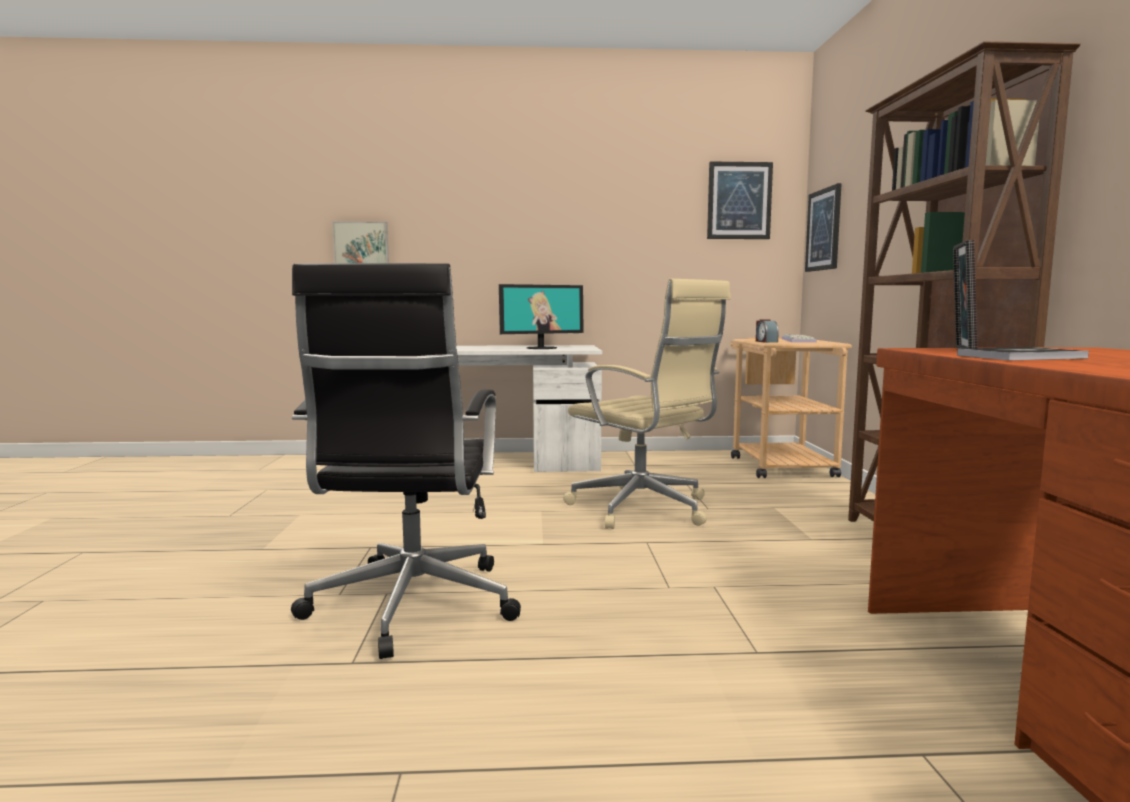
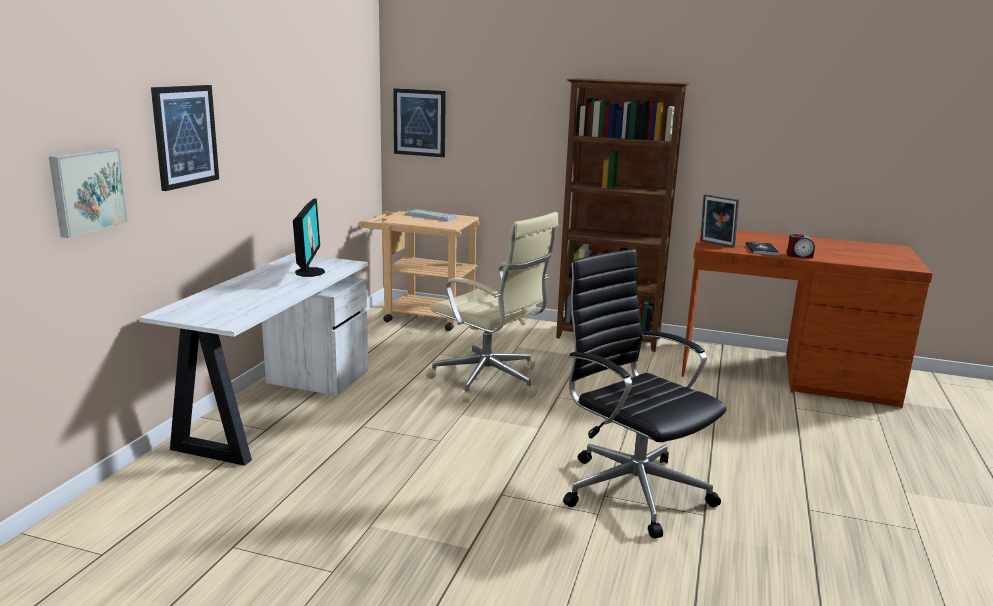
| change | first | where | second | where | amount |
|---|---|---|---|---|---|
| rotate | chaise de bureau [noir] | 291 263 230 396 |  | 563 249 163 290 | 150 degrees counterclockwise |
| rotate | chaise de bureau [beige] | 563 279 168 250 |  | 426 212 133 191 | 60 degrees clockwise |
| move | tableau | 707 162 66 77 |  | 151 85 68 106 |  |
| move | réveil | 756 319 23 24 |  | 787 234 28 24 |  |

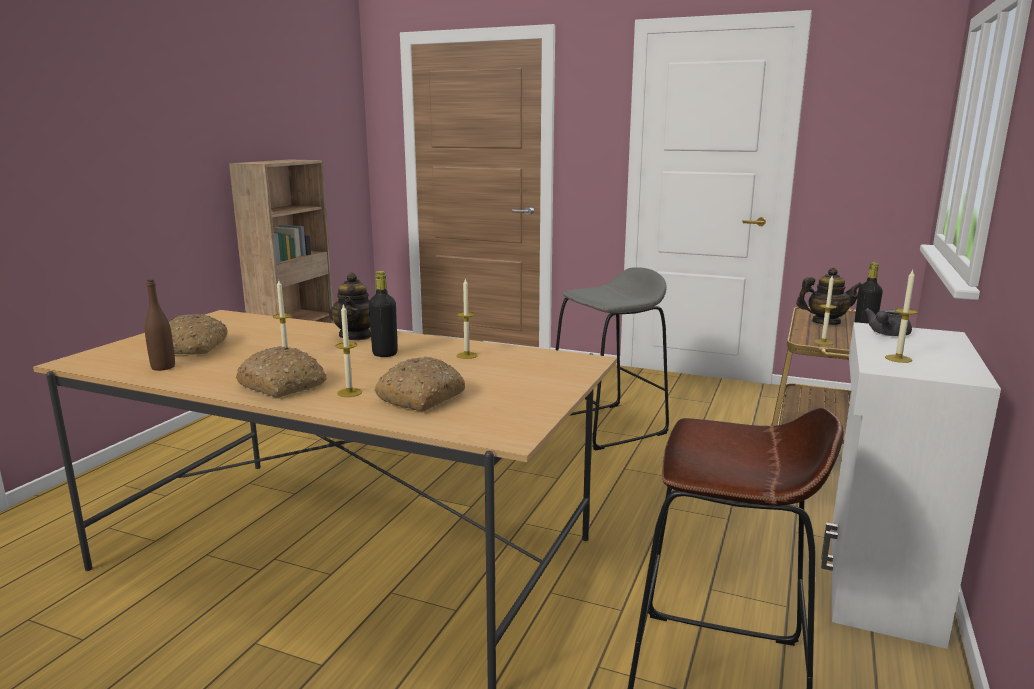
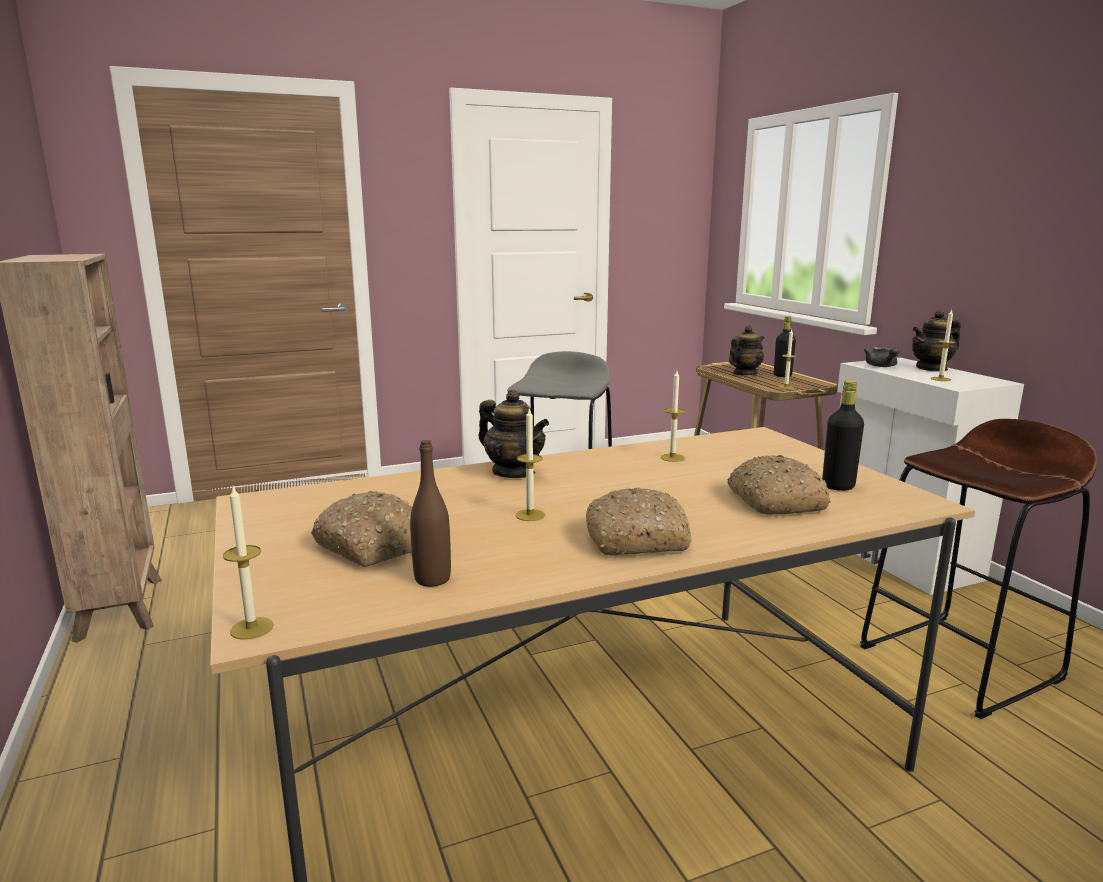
| change | first | where | second | where | amount |
|---|---|---|---|---|---|
| move | bougie | 335 304 27 93 |  | 223 486 51 154 |  |
| move | bouteille [noir] | 369 271 29 86 |  | 822 380 42 111 |  |
| insert |  |  | théière | 912 310 49 62 |  |

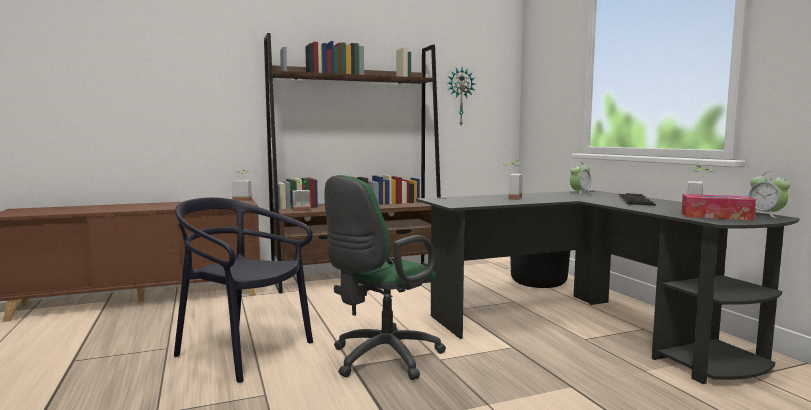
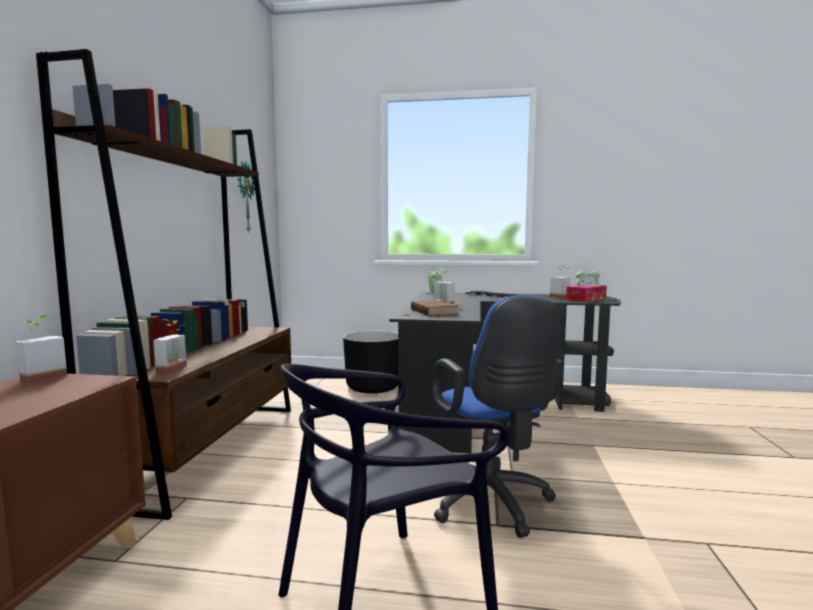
| change | first | where | second | where | amount |
|---|---|---|---|---|---|
| recolor | chaise de bureau [vert] | 324 175 122 205 | chaise de bureau [bleu] | 431 296 132 242 |  |
| insert |  |  | livre [marron] | 411 300 48 17 |  |

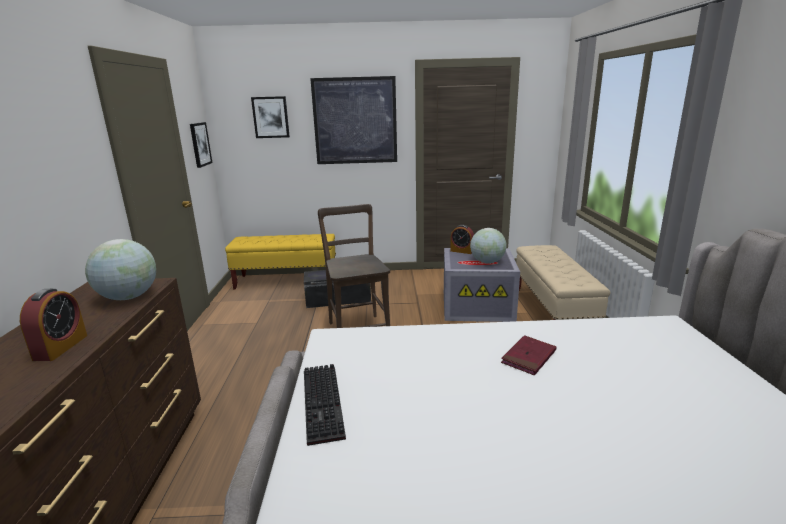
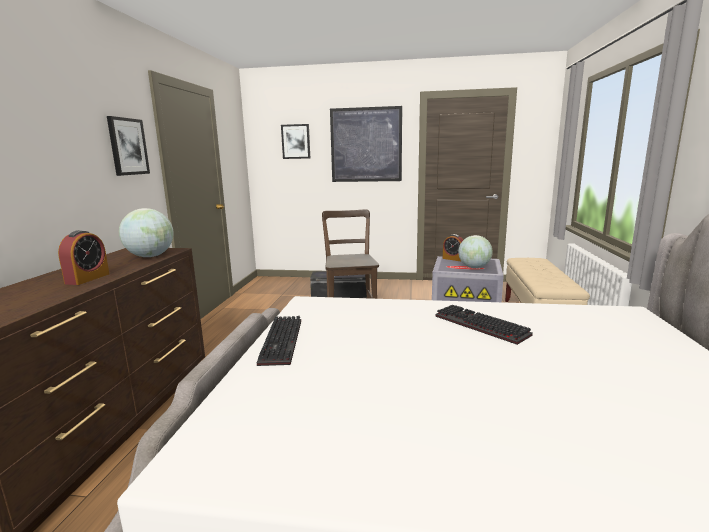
| change | first | where | second | where | amount |
|---|---|---|---|---|---|
| move | tableau | 190 122 22 46 |  | 107 116 43 60 |  |
| delete | banc [jaune] | 225 234 111 55 |  |  |  |
| replace | livre [rouge] | 501 335 55 40 | clavier | 436 305 97 40 |  |

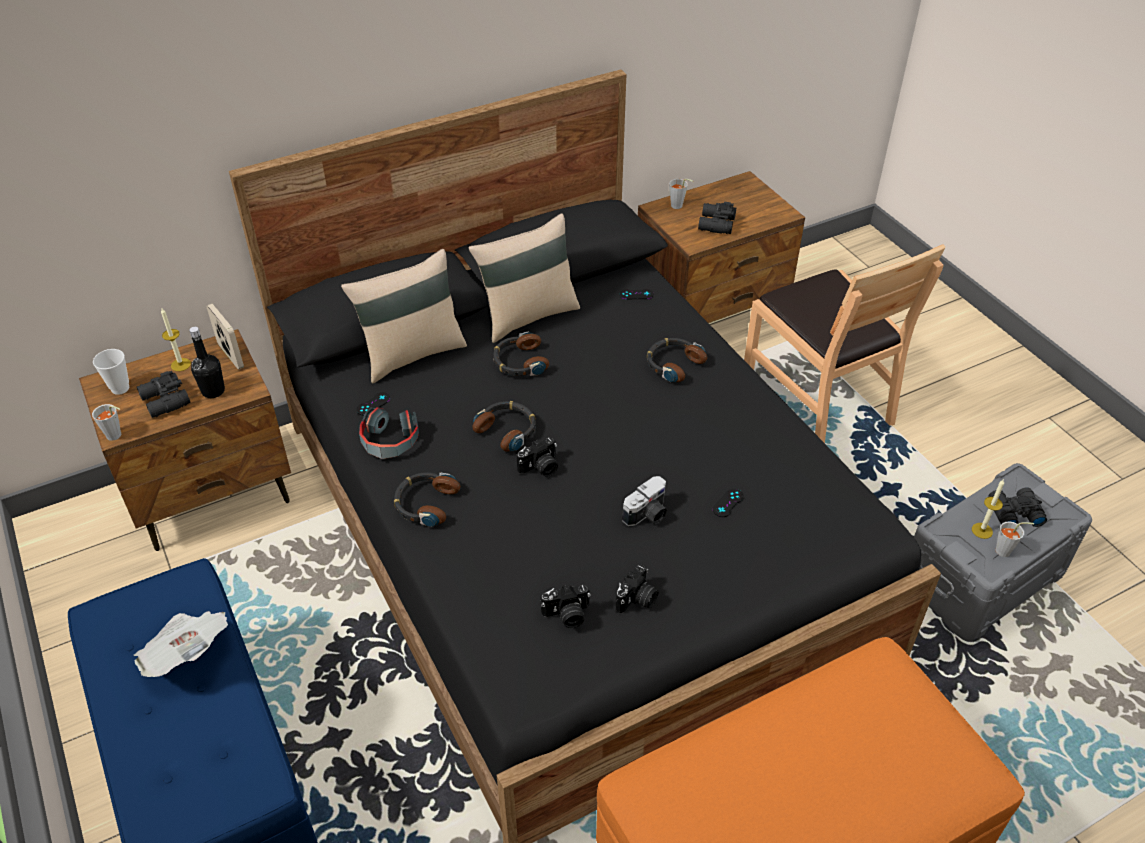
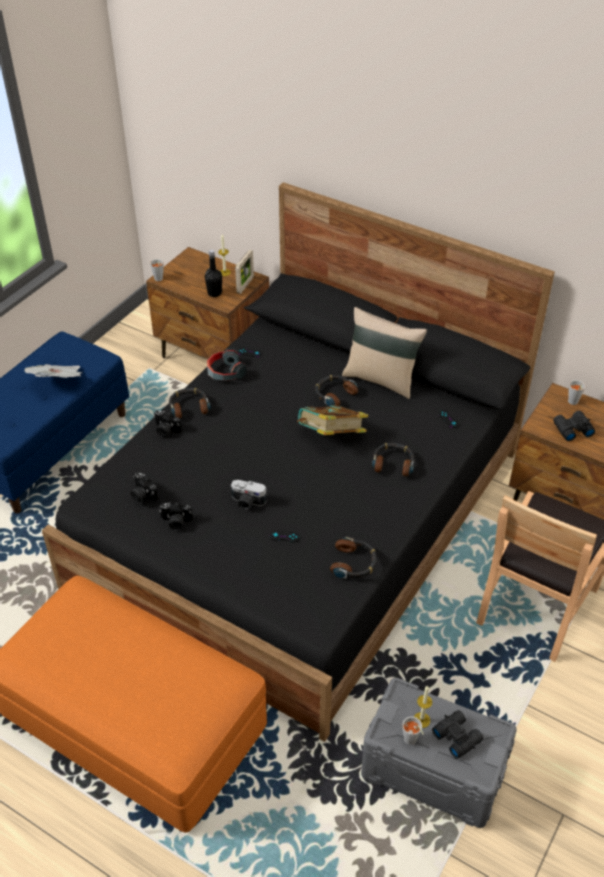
| change | first | where | second | where | amount |
|---|---|---|---|---|---|
| delete | tasse | 93 349 36 46 |  |  |  |
| delete | jumelles [noir] | 137 371 54 47 |  |  |  |
| delete | coussin [beige] | 341 249 126 134 |  |  |  |
| move | casque audio | 472 401 64 50 |  | 330 537 47 42 |  |
| move | appareil photo | 517 438 41 39 |  | 154 411 28 26 |  |
| insert |  |  | livre | 297 405 71 30 |  |

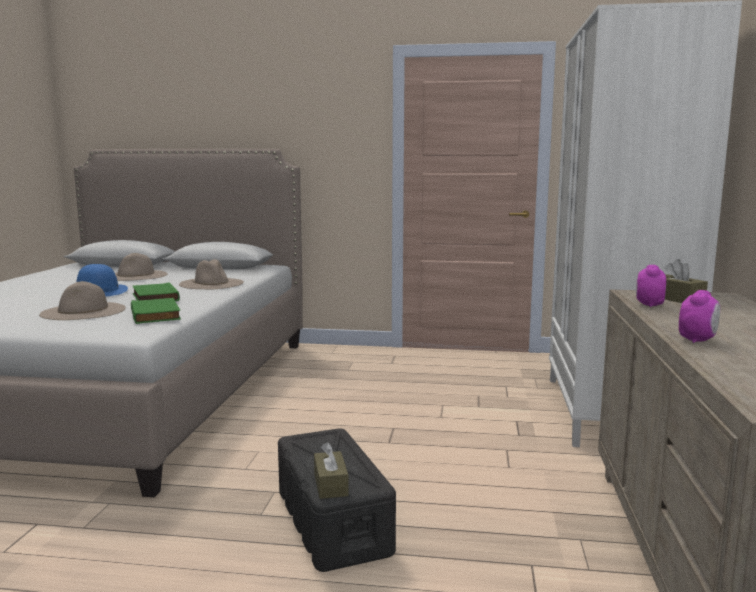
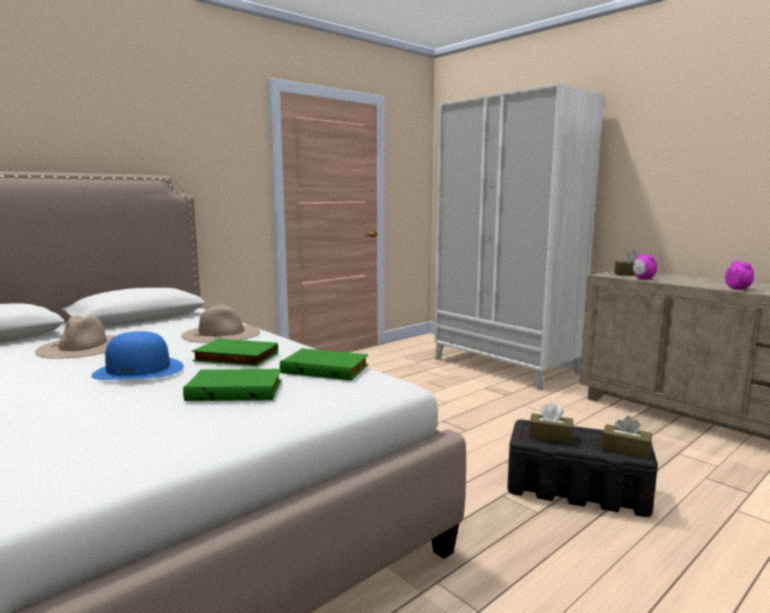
| change | first | where | second | where | amount |
|---|---|---|---|---|---|
| replace | chapeau [beige] | 39 281 87 39 | livre [vert] | 183 369 99 32 |  |
| insert |  |  | boîte à mouchoirs [marron] | 529 403 44 41 |  |

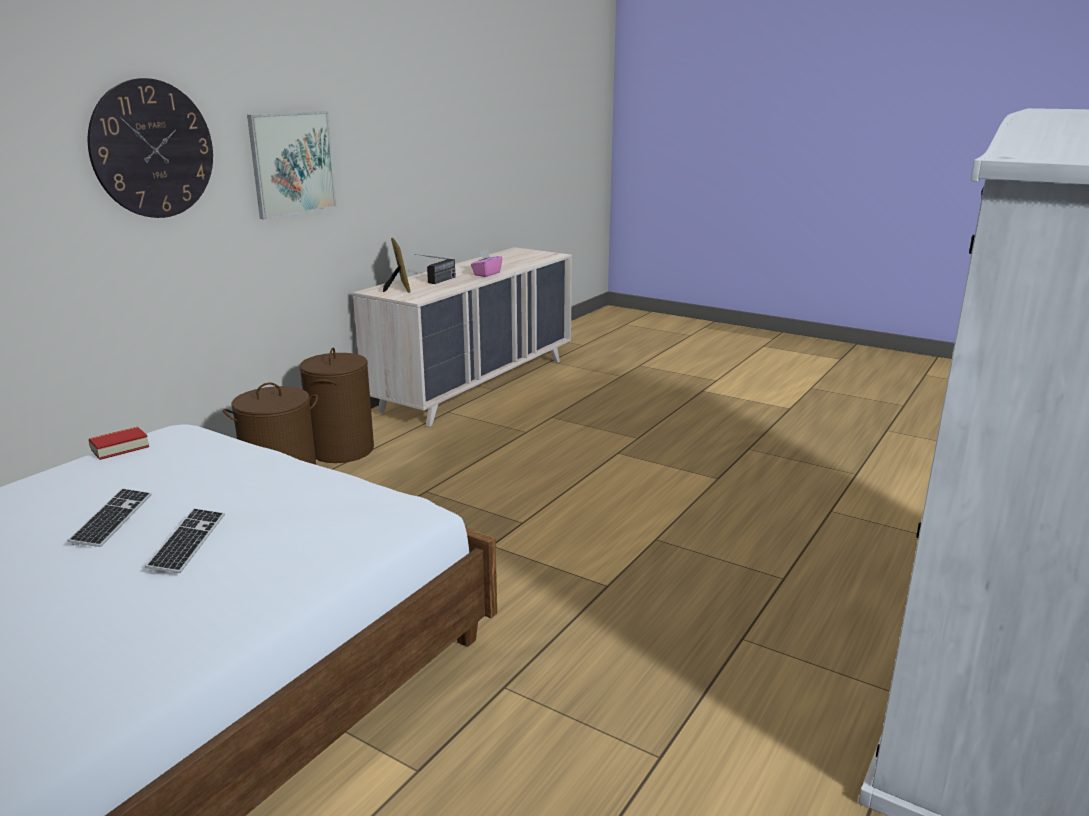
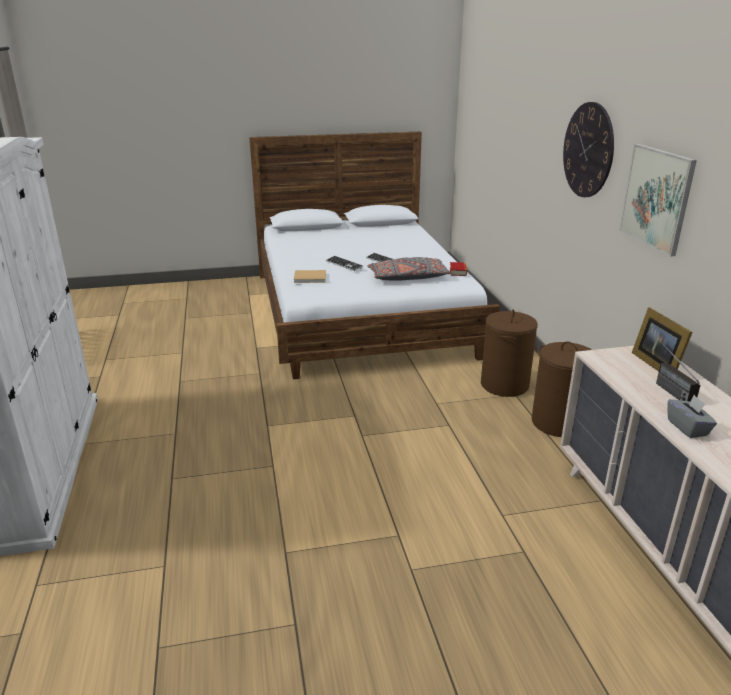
| change | first | where | second | where | amount |
|---|---|---|---|---|---|
| rotate | cadre photo | 383 238 28 55 |  | 632 307 60 65 | 45 degrees clockwise |
| recolor | boîte à mouchoirs [rose] | 471 250 31 27 | boîte à mouchoirs [gris] | 667 395 50 43 |  |
| insert |  |  | livre [beige] | 294 270 32 13 |  |
| insert |  |  | coussin [gris] | 367 257 84 24 |  |

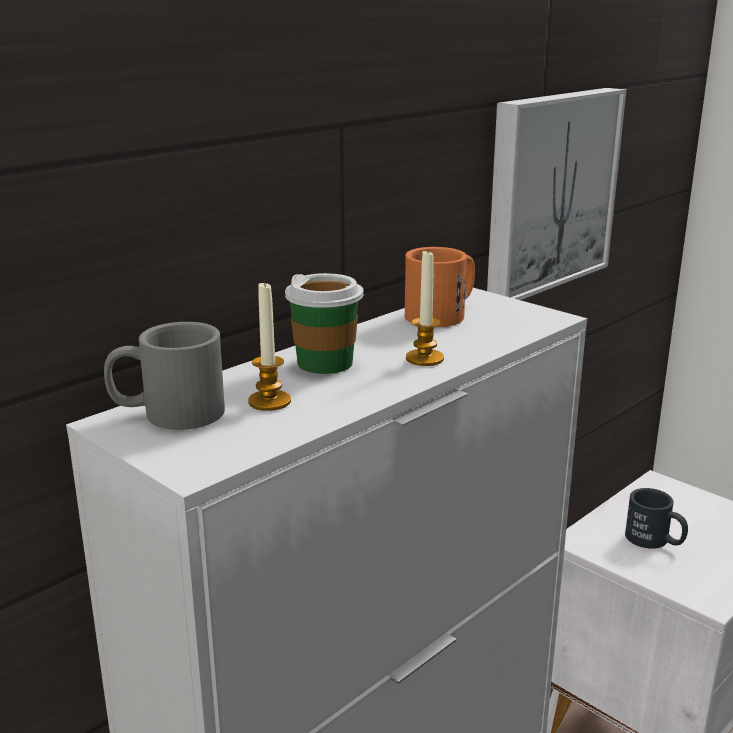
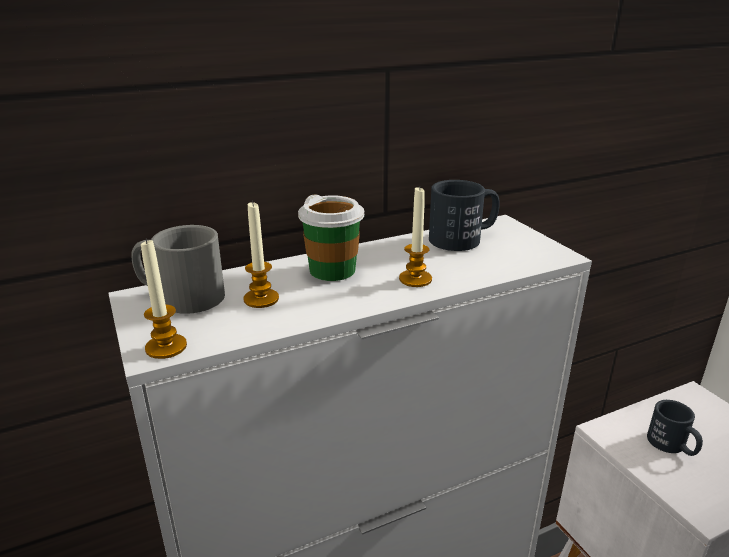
| change | first | where | second | where | amount |
|---|---|---|---|---|---|
| recolor | mug [orange] | 405 247 70 80 | mug [noir] | 429 180 71 71 |  |
| delete | tableau | 487 88 139 212 |  |  |  |
| insert |  |  | bougie | 141 239 46 120 |  |

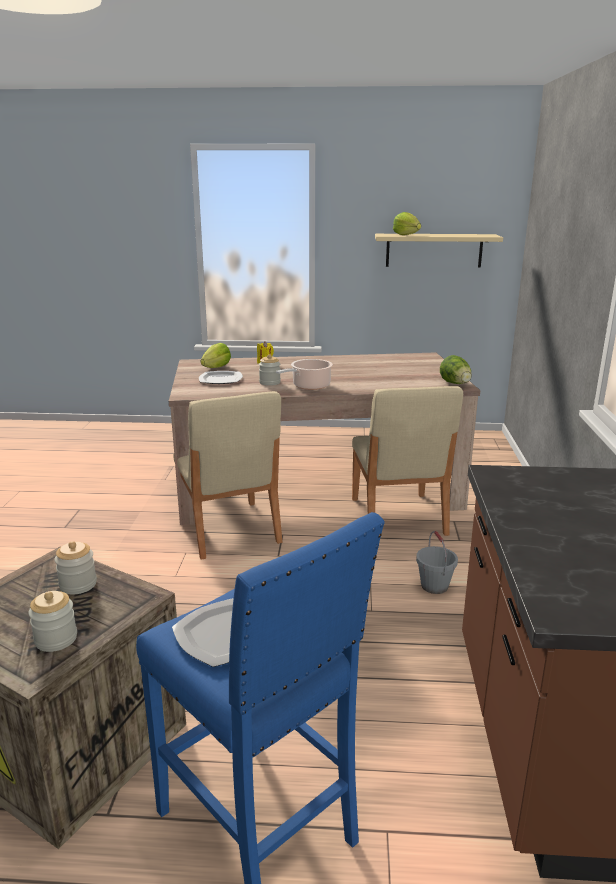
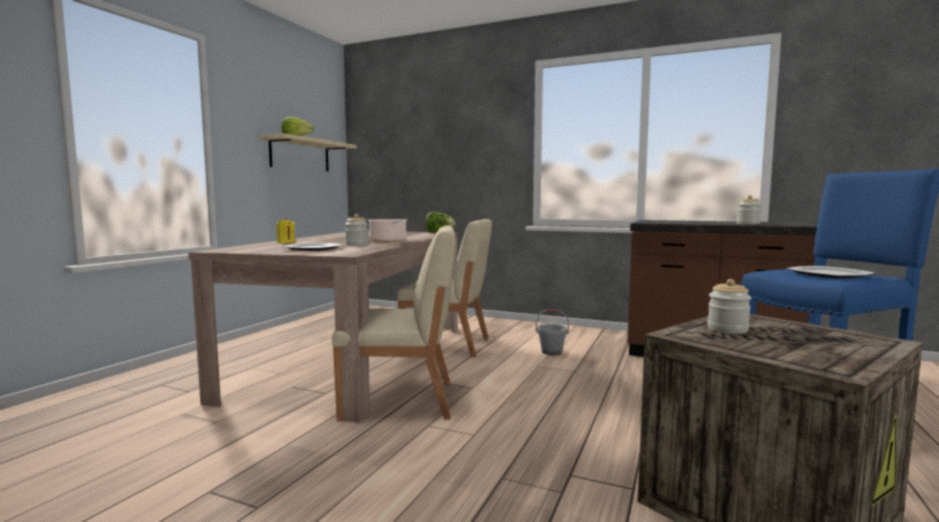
| change | first | where | second | where | amount |
|---|---|---|---|---|---|
| move | bocal | 28 591 49 61 |  | 736 195 26 29 |  |
| delete | laitue | 201 343 30 25 |  |  |  |

